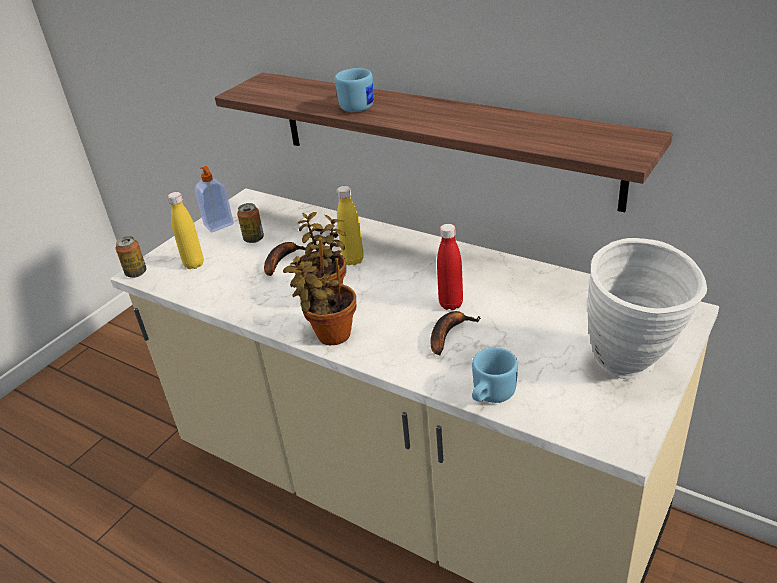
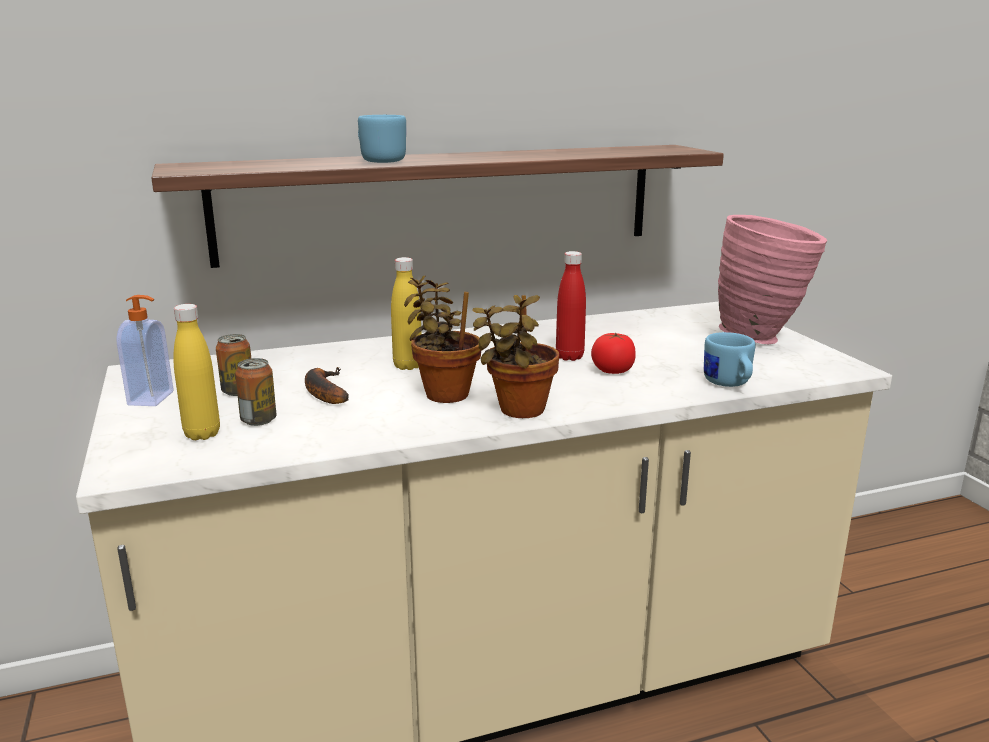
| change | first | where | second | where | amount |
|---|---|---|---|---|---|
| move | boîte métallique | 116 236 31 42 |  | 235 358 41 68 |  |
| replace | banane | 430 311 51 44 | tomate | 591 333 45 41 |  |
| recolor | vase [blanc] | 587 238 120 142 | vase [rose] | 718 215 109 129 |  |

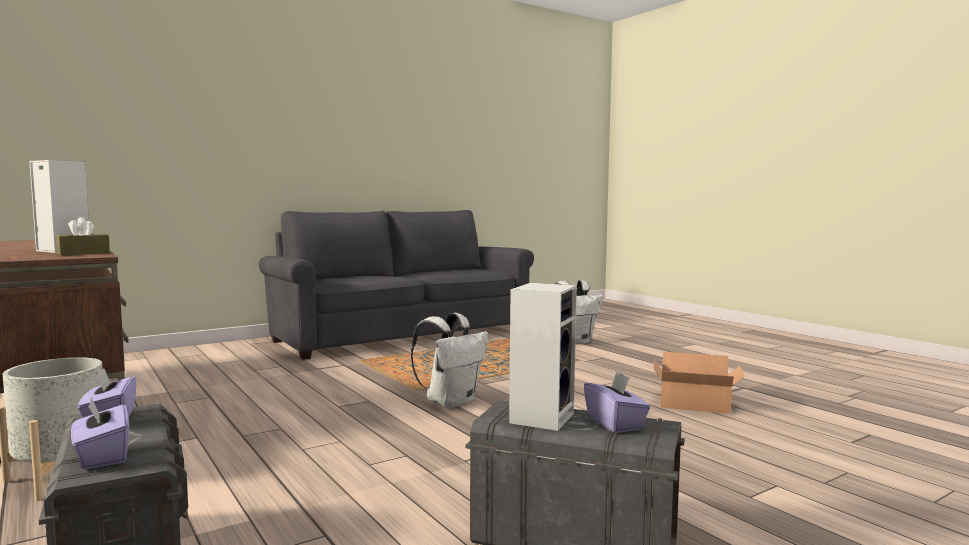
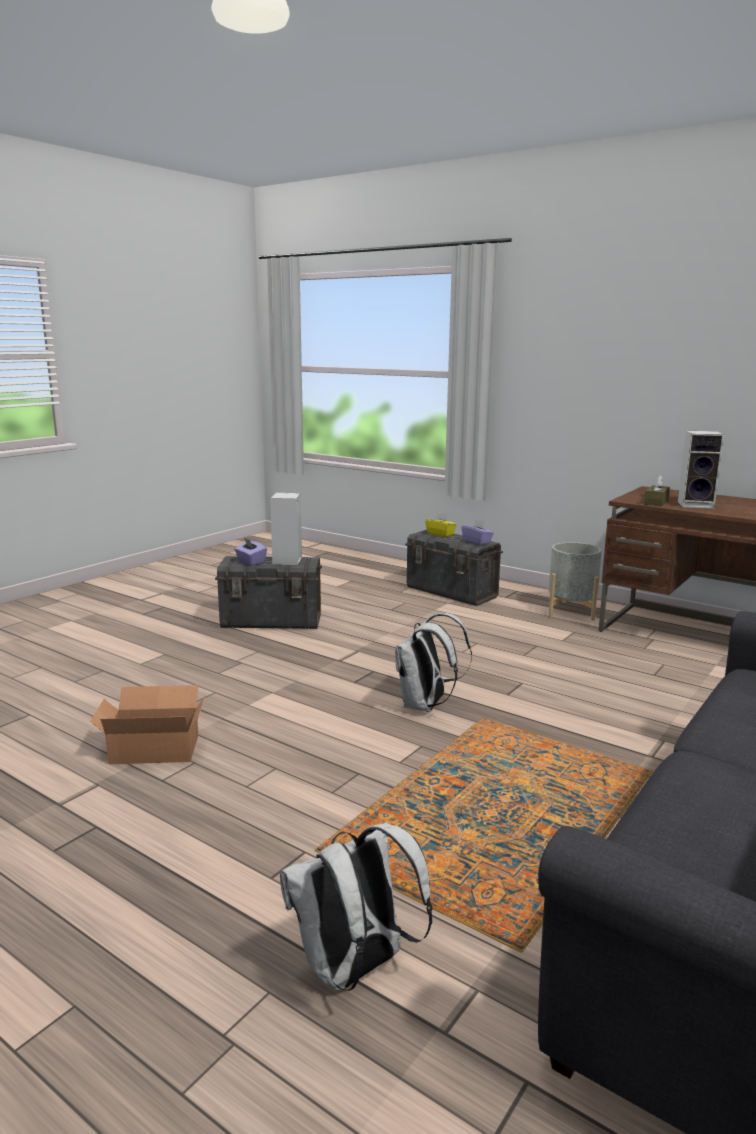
| change | first | where | second | where | amount |
|---|---|---|---|---|---|
| recolor | boîte à mouchoirs [violet] | 71 397 58 73 | boîte à mouchoirs [jaune] | 425 512 32 25 |  |

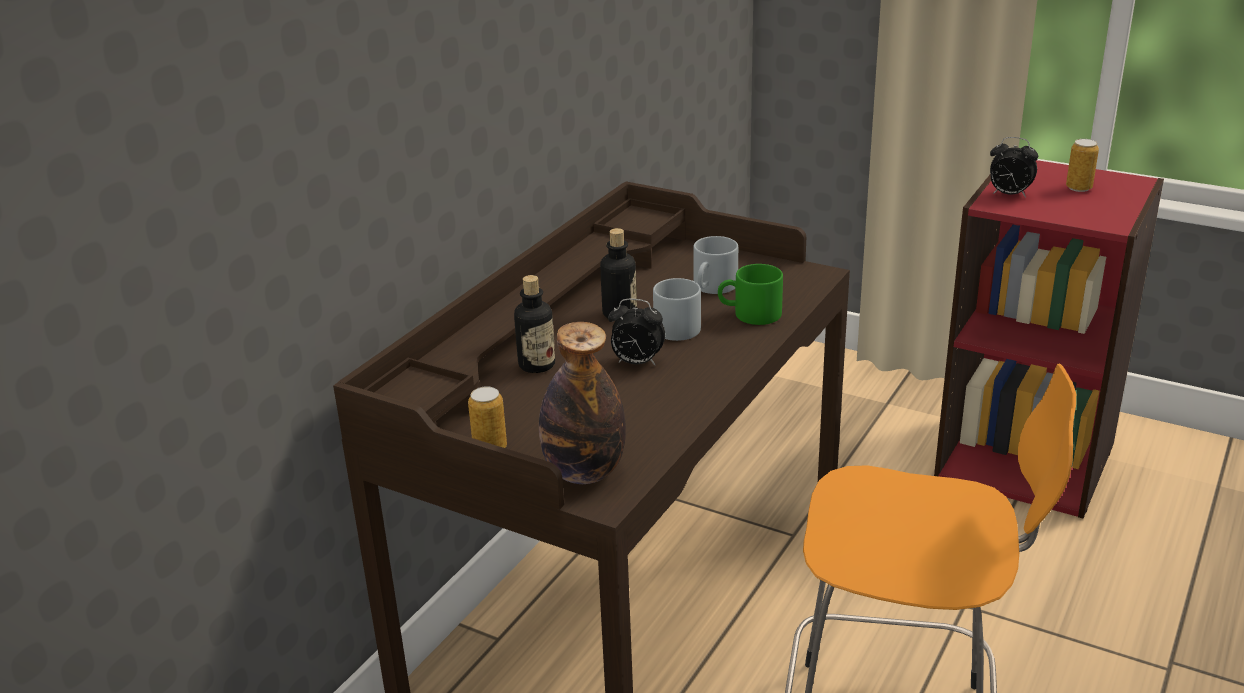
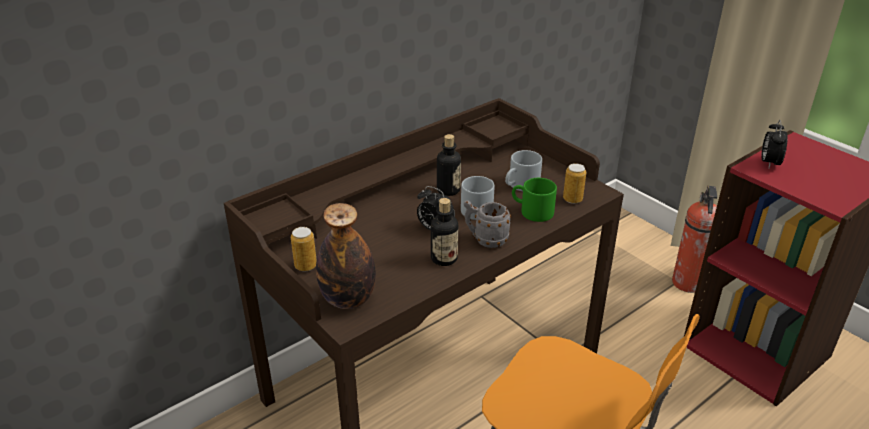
| change | first | where | second | where | amount |
|---|---|---|---|---|---|
| move | bouteille | 514 275 41 98 |  | 431 198 27 68 |  |
| rotate | réveil | 990 137 48 60 |  | 762 120 26 48 | 60 degrees clockwise |
| move | boîte métallique | 1066 139 33 53 |  | 563 163 23 41 |  |
| insert |  |  | mug [gris] | 464 200 47 48 |  |
| insert |  |  | extincteur | 672 186 45 107 |  |

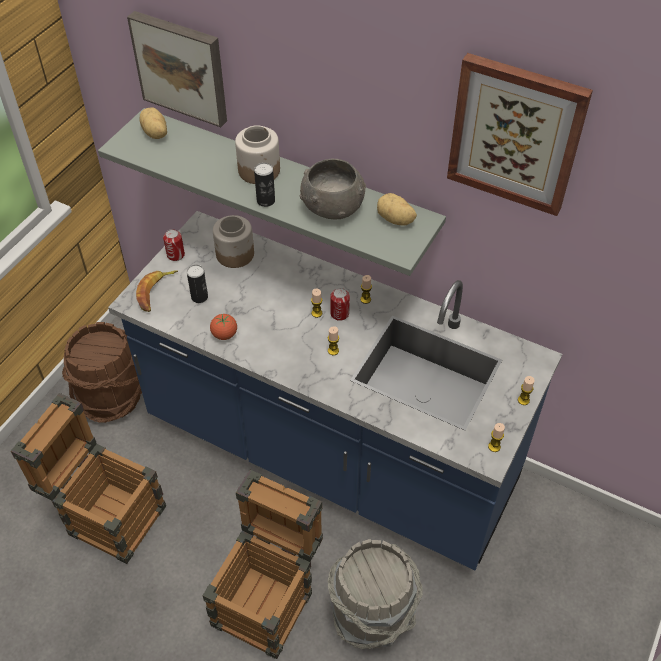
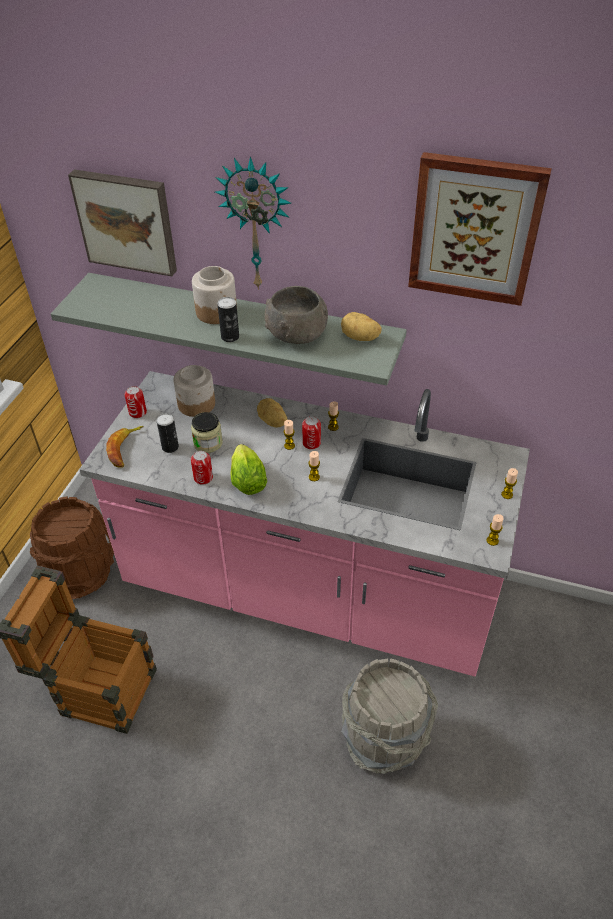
| change | first | where | second | where | amount |
|---|---|---|---|---|---|
| recolor | comptoir de cuisine [bleu] | 108 211 454 359 | comptoir de cuisine [rose] | 79 371 451 306 |  |
| move | pomme de terre | 140 107 27 32 |  | 257 398 30 29 |  |
| delete | caisse | 203 470 120 189 |  |  |  |
| replace | tomate | 210 314 27 26 | boîte métallique | 191 451 22 34 |  |
| insert |  |  | bocal | 191 412 32 41 |  |
| insert |  |  | horloge murale | 215 157 77 133 |  |
| insert |  |  | laitue | 230 444 37 51 |  |

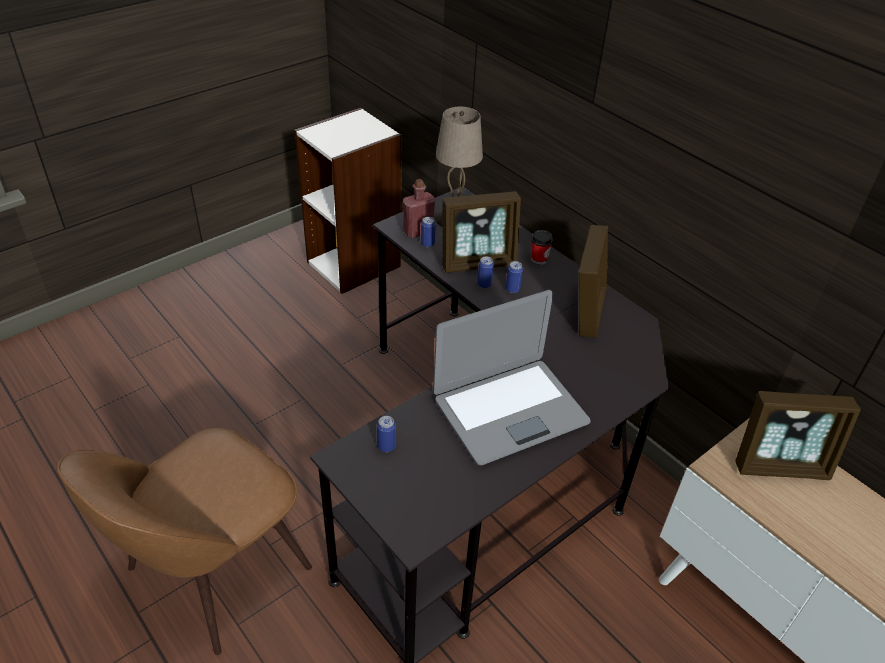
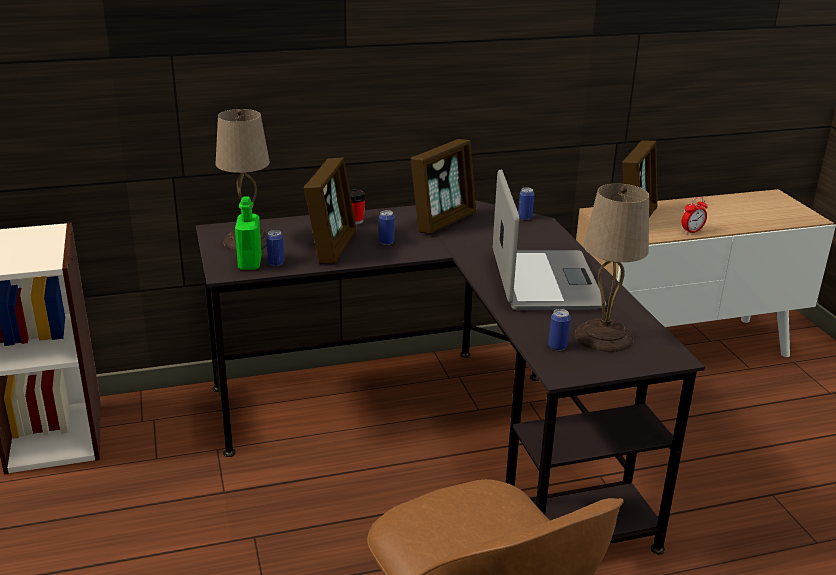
| change | first | where | second | where | amount |
|---|---|---|---|---|---|
| recolor | bouteille [rouge] | 403 179 32 59 | bouteille [vert] | 235 197 27 73 |  |
| move | boîte métallique | 477 256 17 32 |  | 518 187 16 33 |  |
| rotate | cadre photo | 579 225 29 113 |  | 411 139 65 95 | 90 degrees clockwise |
| insert |  |  | lampe de table [beige] | 575 184 74 168 |  |
| insert |  |  | réveil | 682 197 26 37 |  |

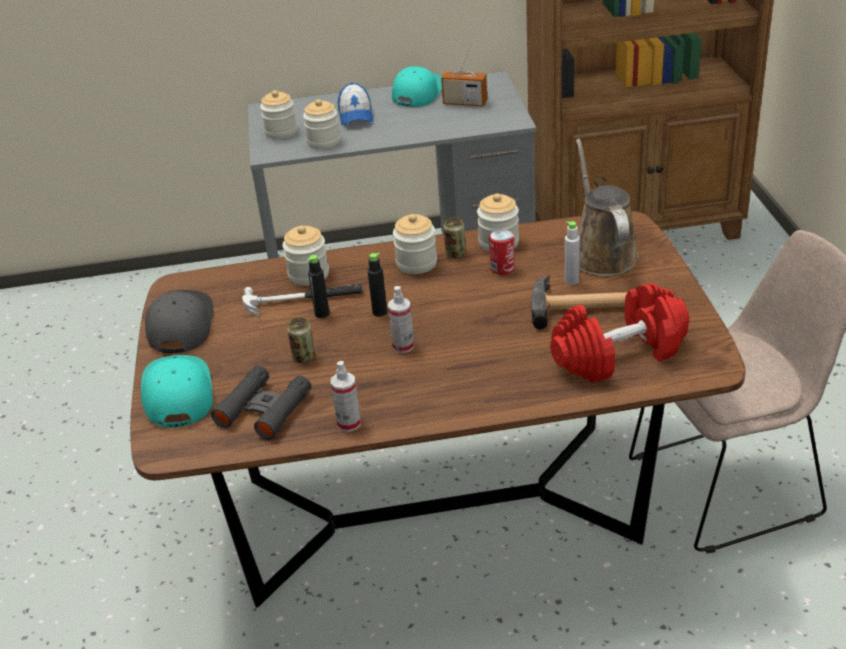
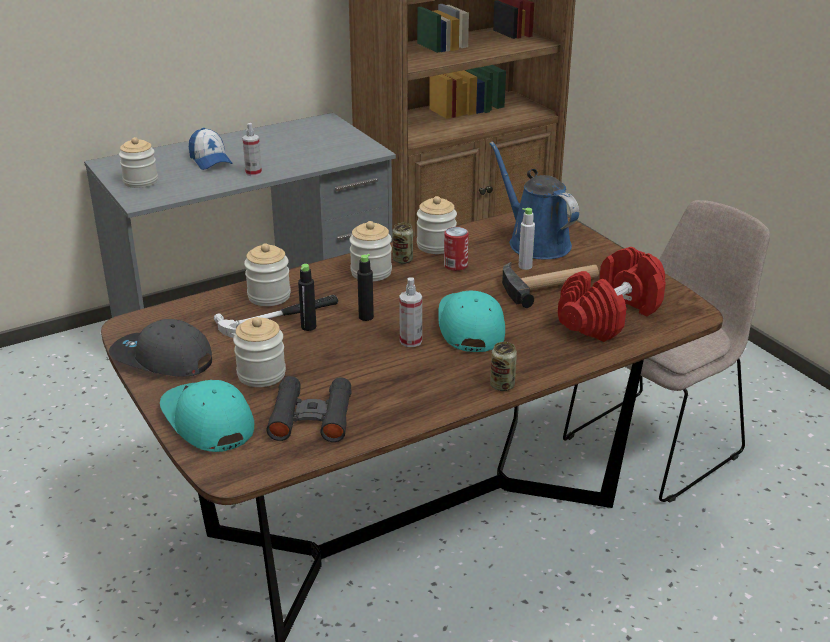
| change | first | where | second | where | amount |
|---|---|---|---|---|---|
| rotate | casquette [gris] | 145 290 68 63 |  | 109 319 103 58 | 45 degrees counterclockwise |
| move | boîte métallique | 287 318 28 45 |  | 490 342 27 49 |  |
| move | bocal | 303 99 37 50 |  | 233 317 53 70 |  |
| move | vaporisateur | 331 361 30 71 |  | 242 123 20 53 |  |
| move | casquette [turquoise] | 392 66 50 41 |  | 438 291 67 61 |  |
| delete | radio | 441 41 46 65 |  |  |  |
| recolor | arrosoir [marron] | 576 139 63 137 | arrosoir [bleu] | 489 141 90 118 |  |

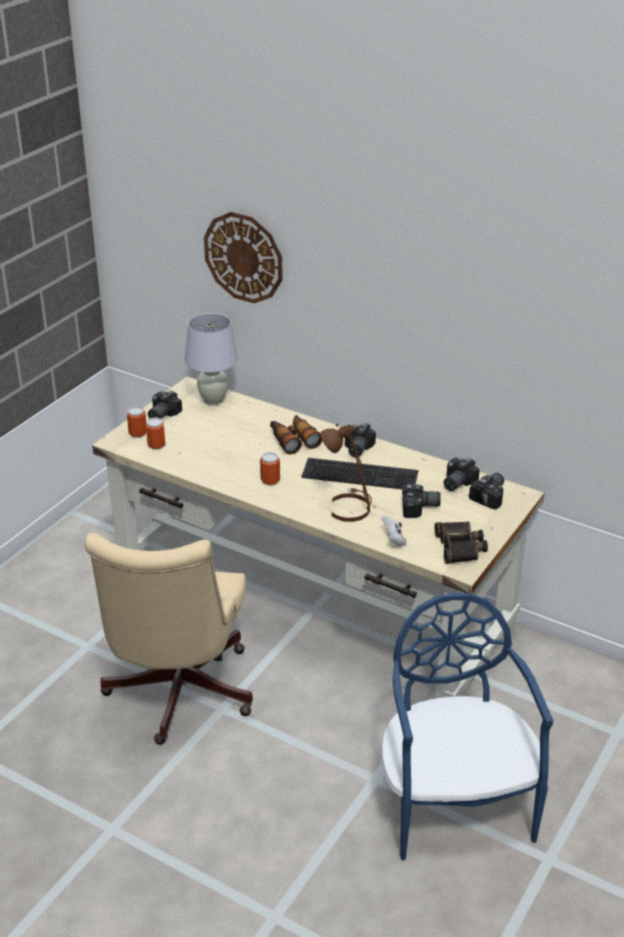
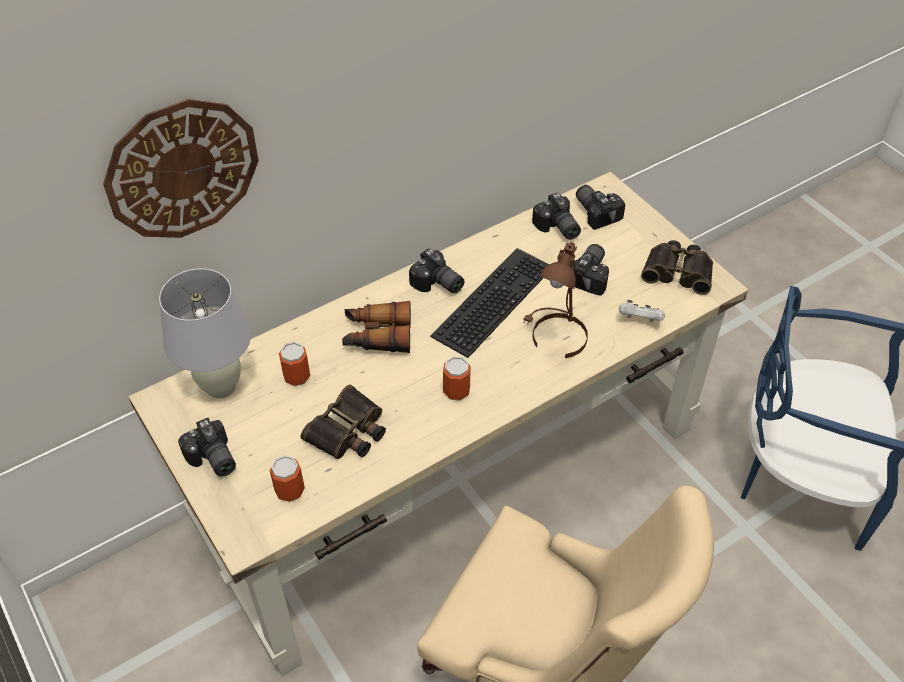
| change | first | where | second | where | amount |
|---|---|---|---|---|---|
| move | boîte métallique | 127 406 19 32 |  | 279 342 31 44 |  |
| insert |  |  | jumelles | 300 384 86 75 |  |

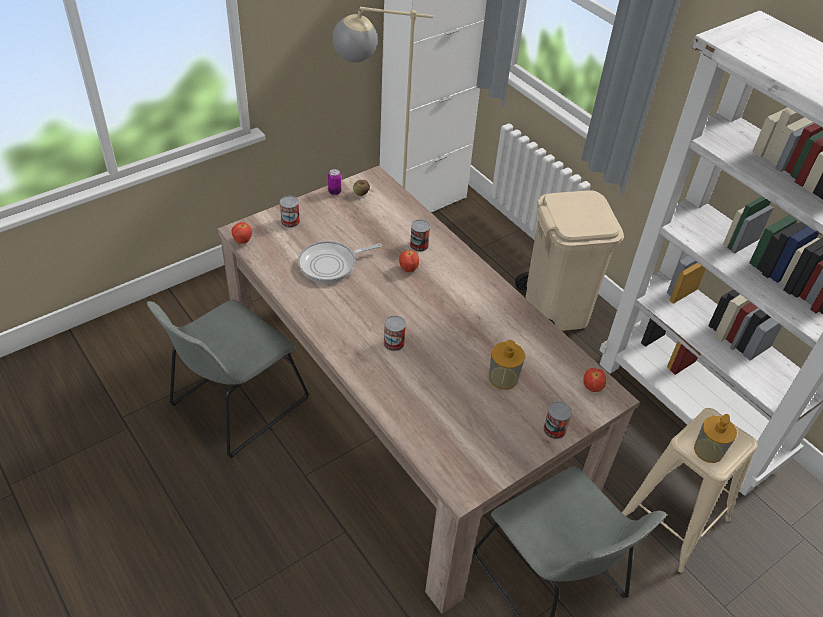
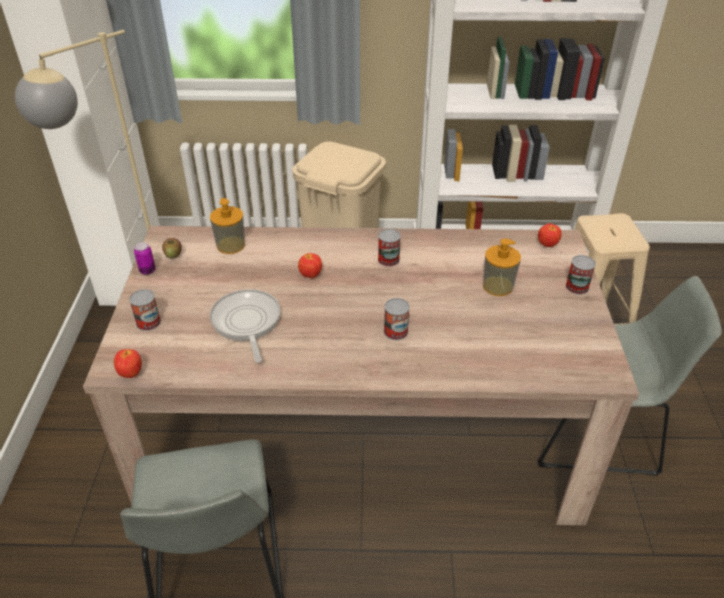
| change | first | where | second | where | amount |
|---|---|---|---|---|---|
| rotate | poêle | 298 241 84 42 |  | 210 289 71 74 | 150 degrees clockwise |
| move | boîte métallique | 410 219 20 33 |  | 378 229 23 38 |  |
| move | distributeur de savon | 694 414 43 49 |  | 210 198 35 56 |  |

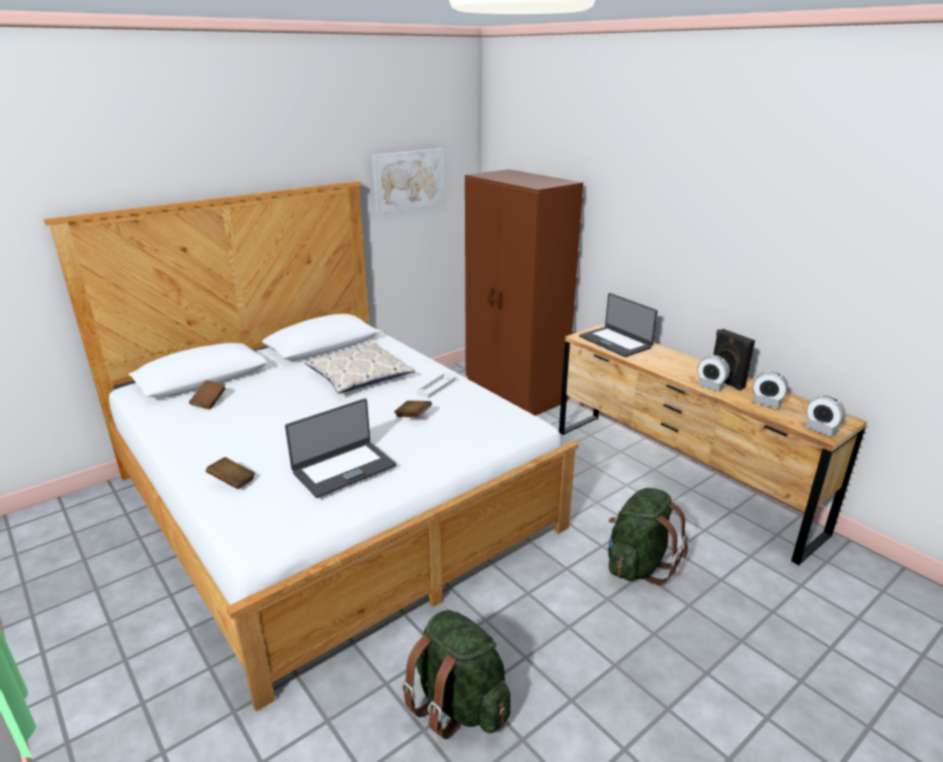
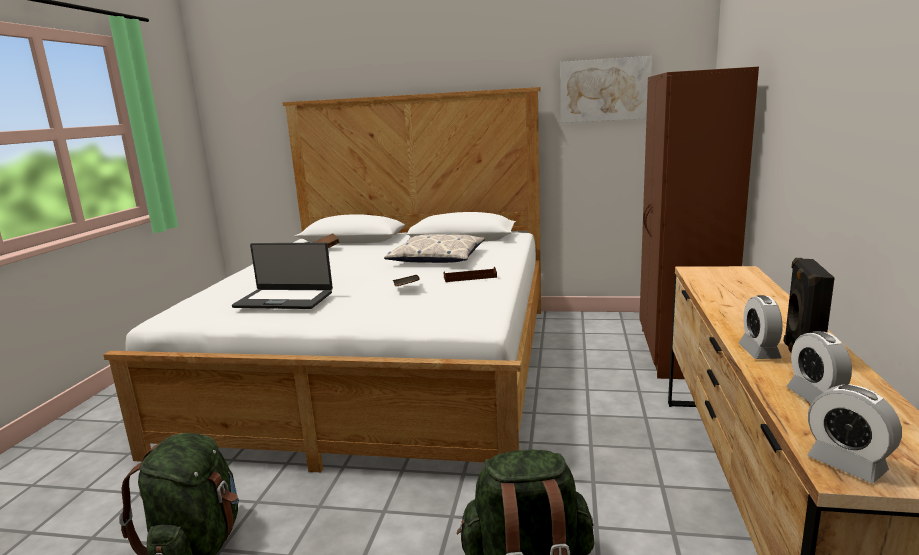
| change | first | where | second | where | amount |
|---|---|---|---|---|---|
| delete | livre [marron] | 206 457 50 32 |  |  |  |
| recolor | plateau [blanc] | 416 372 40 27 | plateau [marron] | 444 267 53 15 |  |
| delete | ordinateur portable | 579 293 79 64 |  |  |  |
| rotate | réveil | 805 395 41 42 |  | 808 385 94 98 | 45 degrees counterclockwise |

